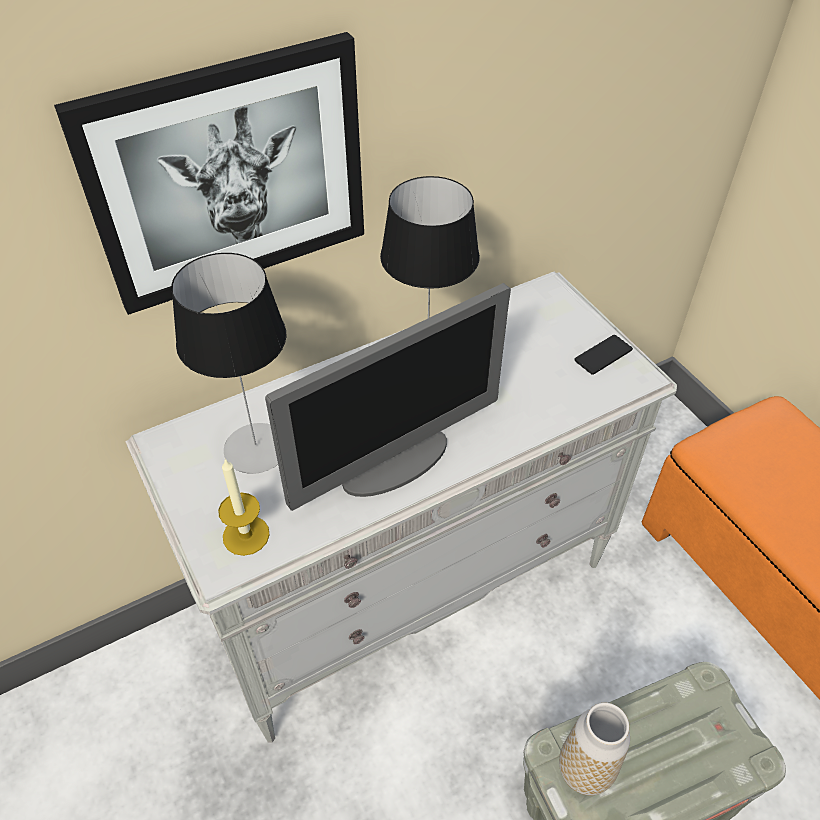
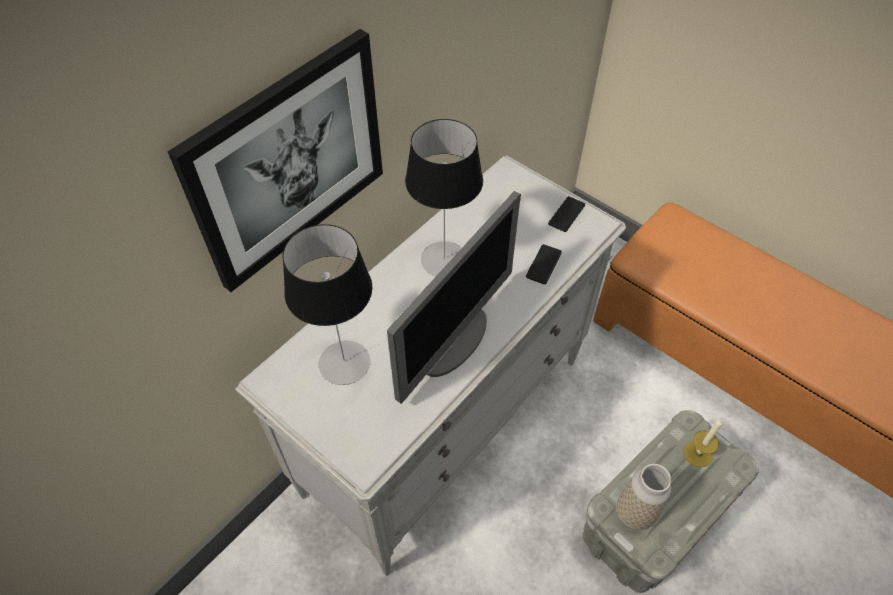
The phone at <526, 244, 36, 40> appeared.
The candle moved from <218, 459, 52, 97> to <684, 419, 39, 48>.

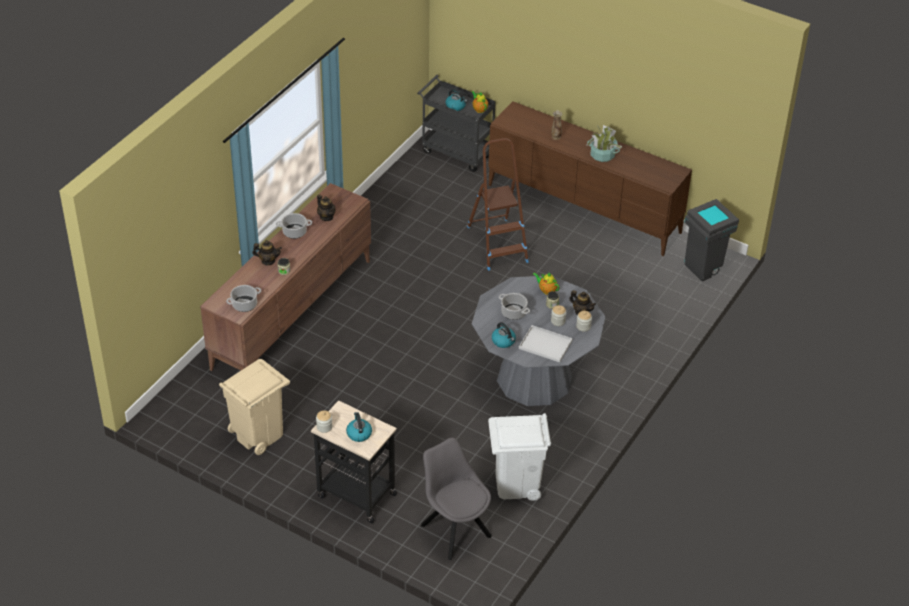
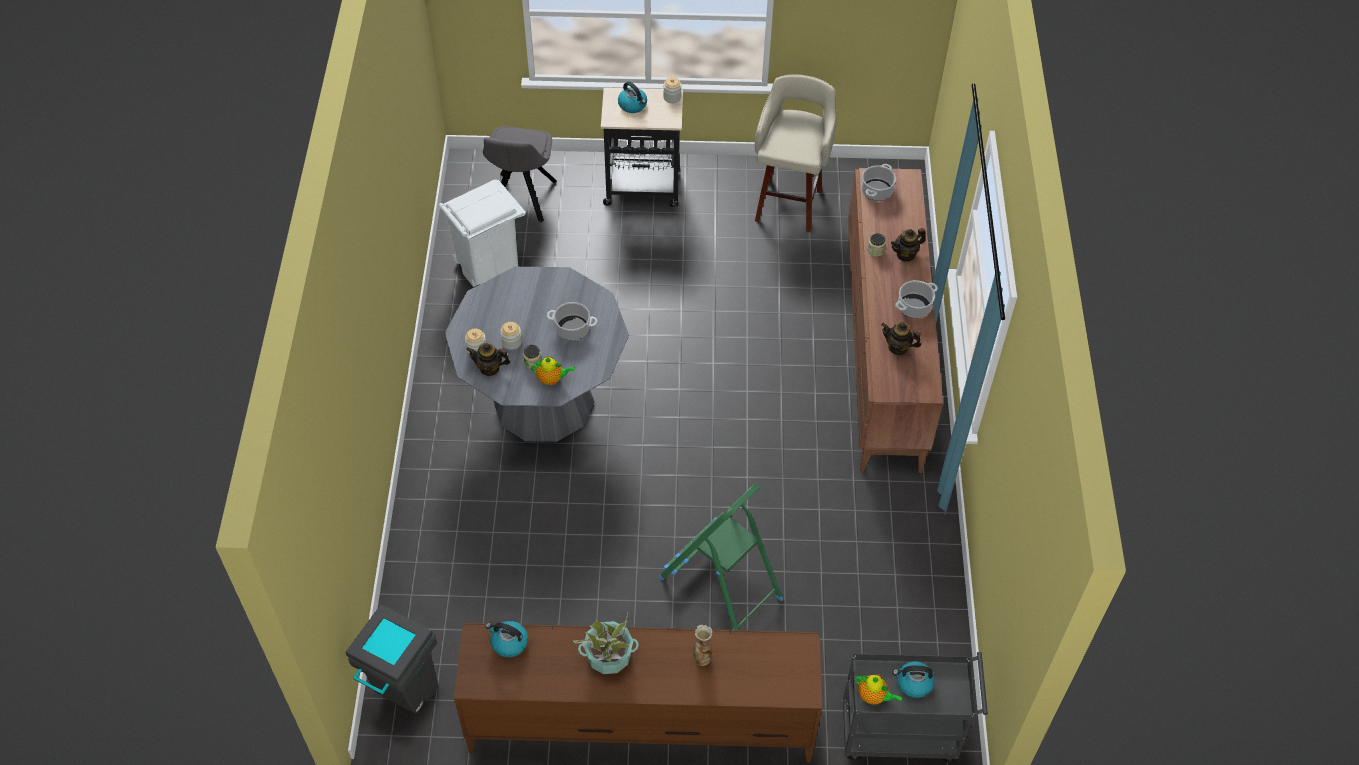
The chair (grey) at <421, 438, 71, 122> turned 75 degrees clockwise.
The kettle moved from <492, 322, 24, 26> to <486, 621, 42, 36>.
The step ladder (brown) at <467, 138, 62, 133> became the step ladder (green) at <659, 483, 124, 147>.
The trash can (beige) at <219, 359, 71, 96> was replaced by the stool (beige) at <755, 75, 82, 157>.
The tray (white) at <519, 325, 54, 37> disappeared.

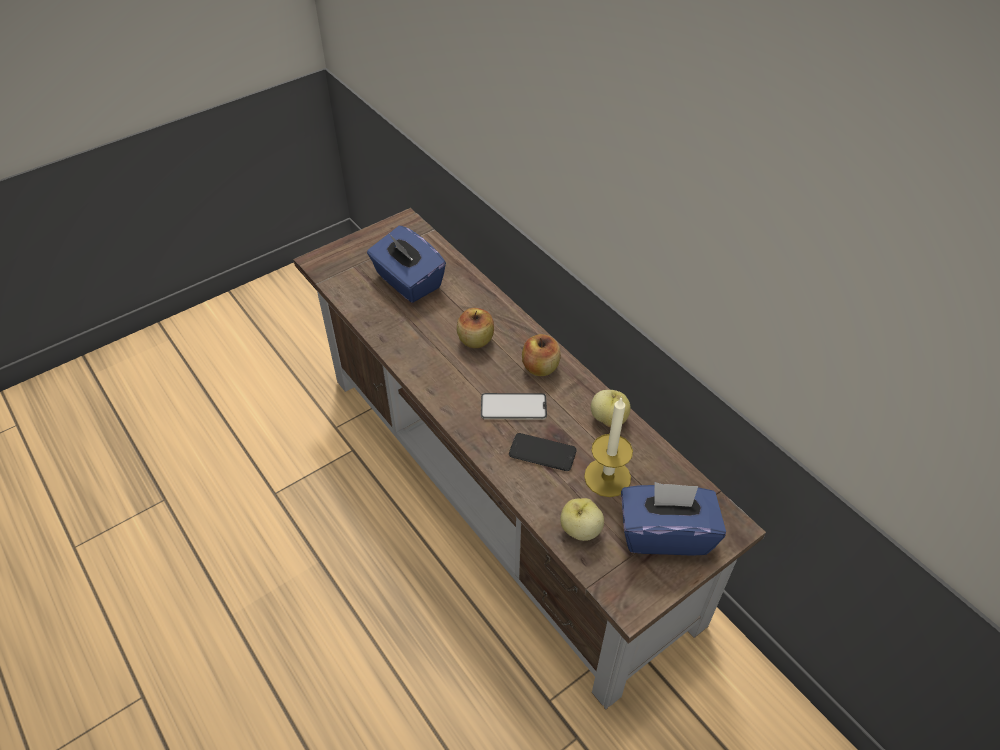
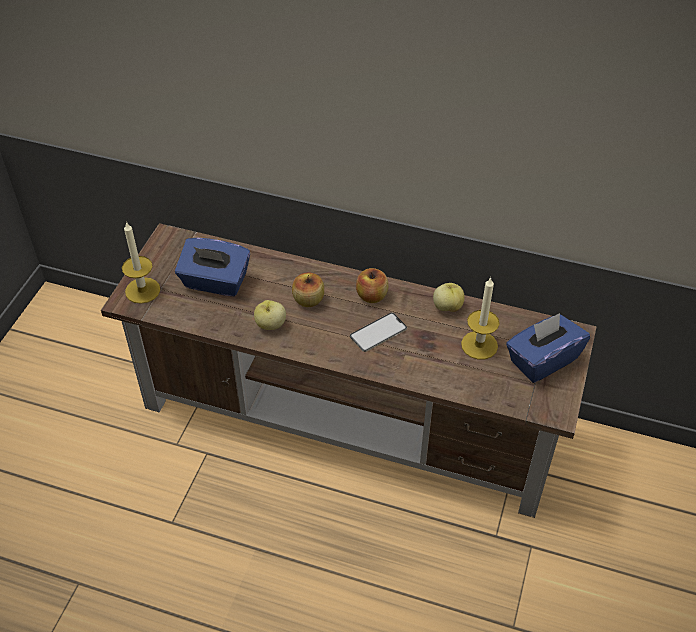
The candle at <122, 222, 38, 82> appeared.
The apple moved from <560, 498, 44, 43> to <254, 300, 32, 30>.
The phone at <509, 433, 68, 38> disappeared.

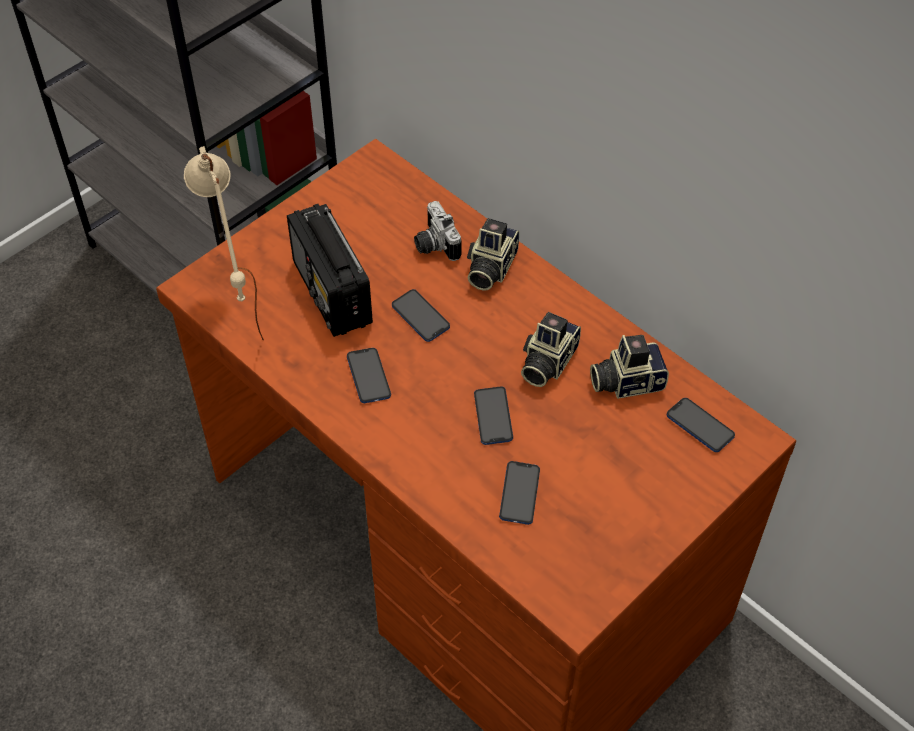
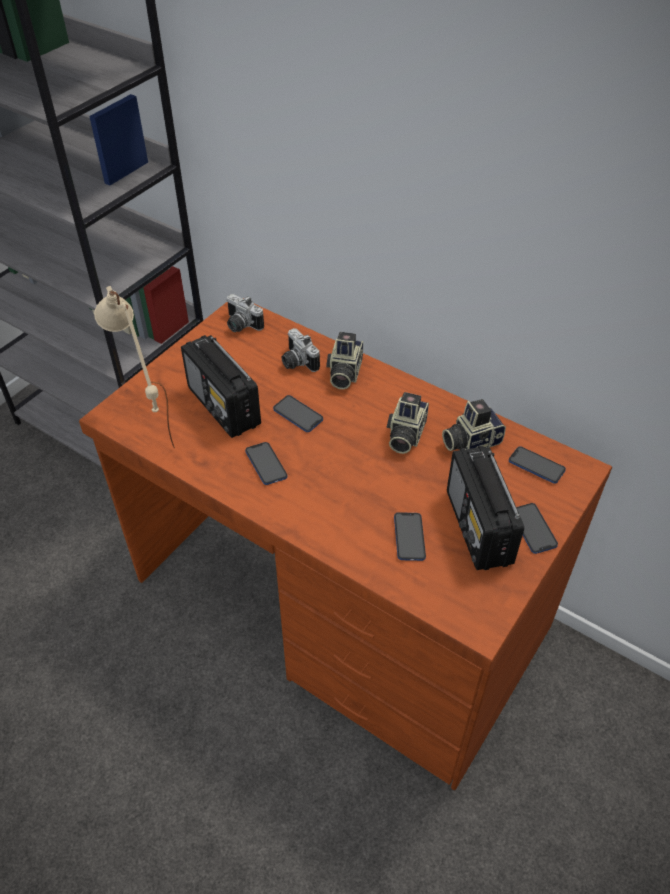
The photo camera at <226, 294, 38, 38> appeared.
The radio at <447, 446, 77, 124> appeared.
The phone moved from <474, 386, 39, 59> to <516, 503, 42, 51>.

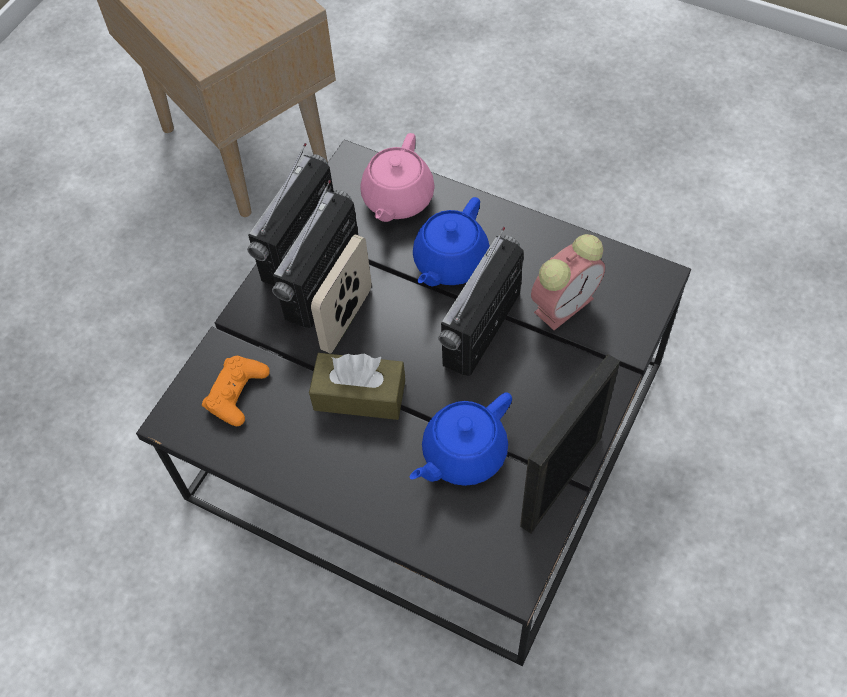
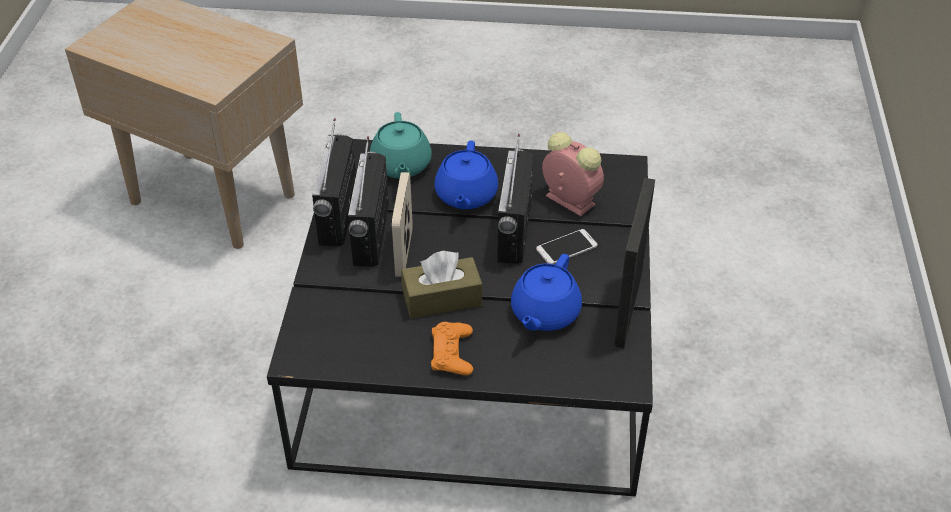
The teapot (pink) at <360, 133, 75, 89> became the teapot (turquoise) at <370, 112, 62, 66>.
The game controller (orange) moved from <202, 356, 68, 70> to <431, 322, 42, 53>.
The phone at <536, 229, 61, 35> appeared.
The alarm clock at <531, 234, 74, 96> turned 75 degrees counterclockwise.

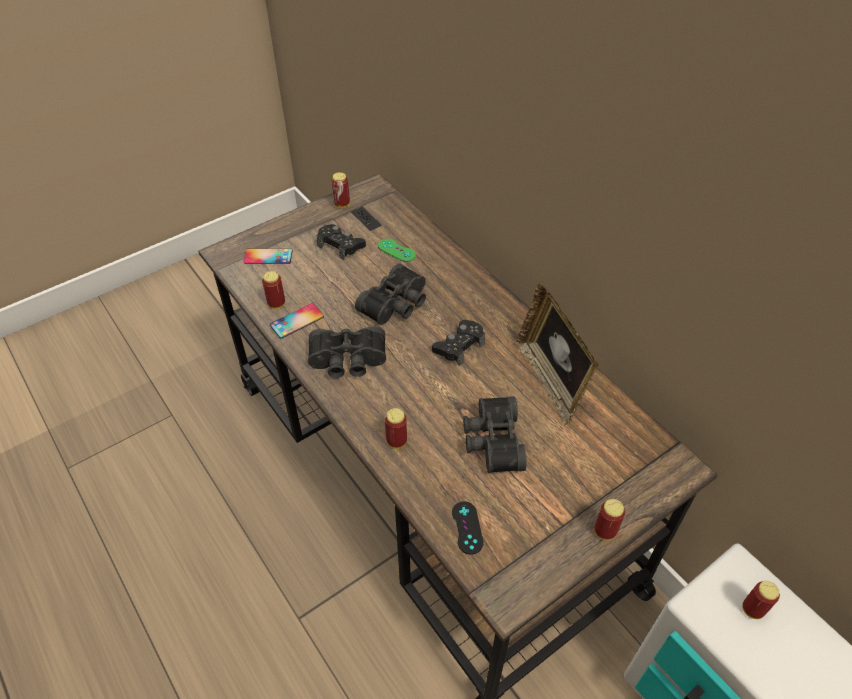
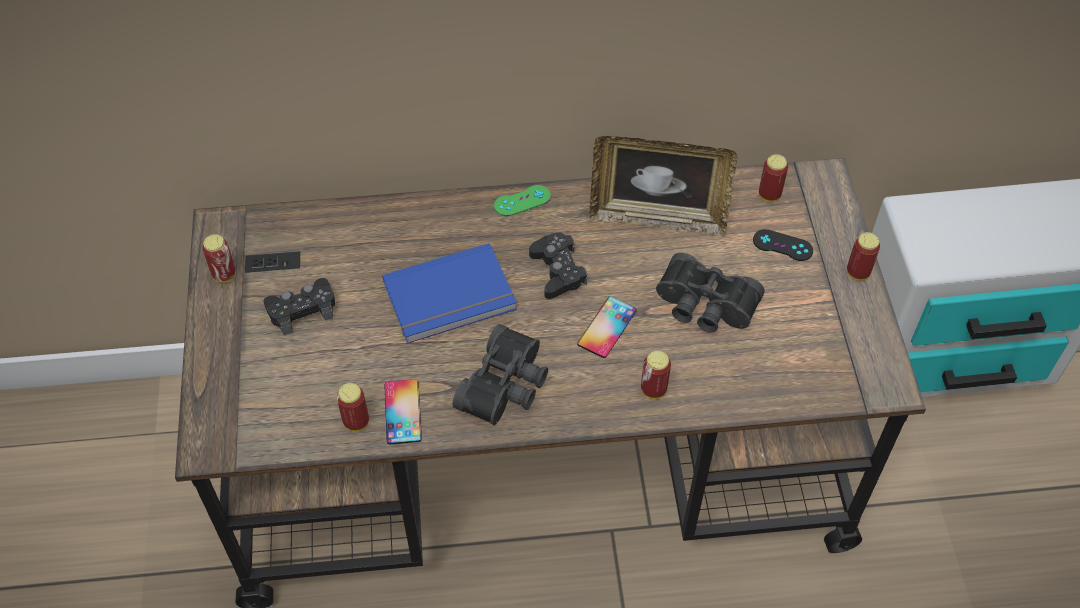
The binoculars (black) at <355, 263, 71, 62> was replaced by the book (blue) at <382, 243, 135, 101>.
The game controller (green) moved from <378, 239, 38, 23> to <494, 185, 57, 31>.
The phone moved from <244, 248, 49, 16> to <577, 296, 60, 62>.
The game controller (black) moved from <452, 501, 31, 54> to <753, 229, 60, 32>.
The can moved from <742, 581, 38, 38> to <759, 154, 29, 48>.

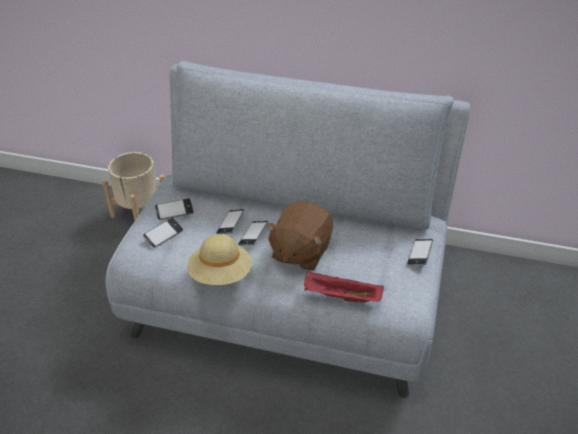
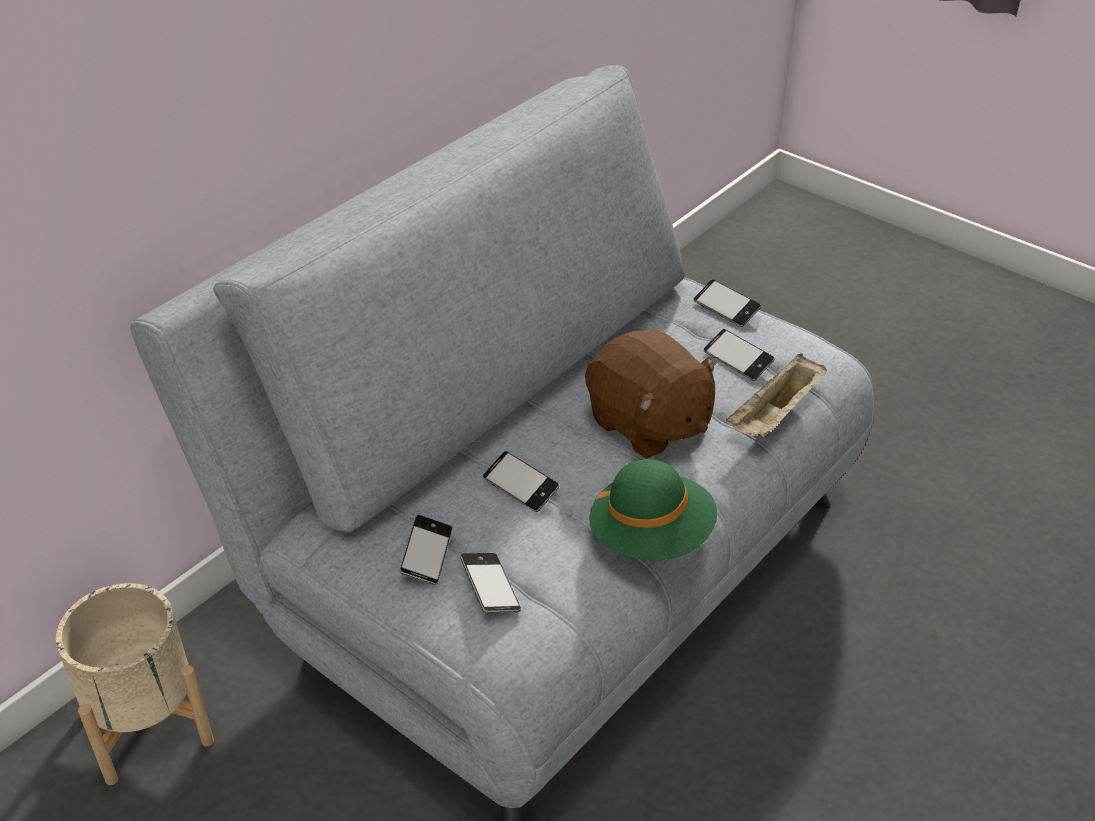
The hat (beige) at <187, 234, 65, 51> became the hat (green) at <589, 459, 128, 101>.
The phone moved from <238, 221, 30, 25> to <704, 329, 70, 52>.
The tray (red) at <304, 271, 80, 32> became the tray (beige) at <726, 353, 101, 85>.

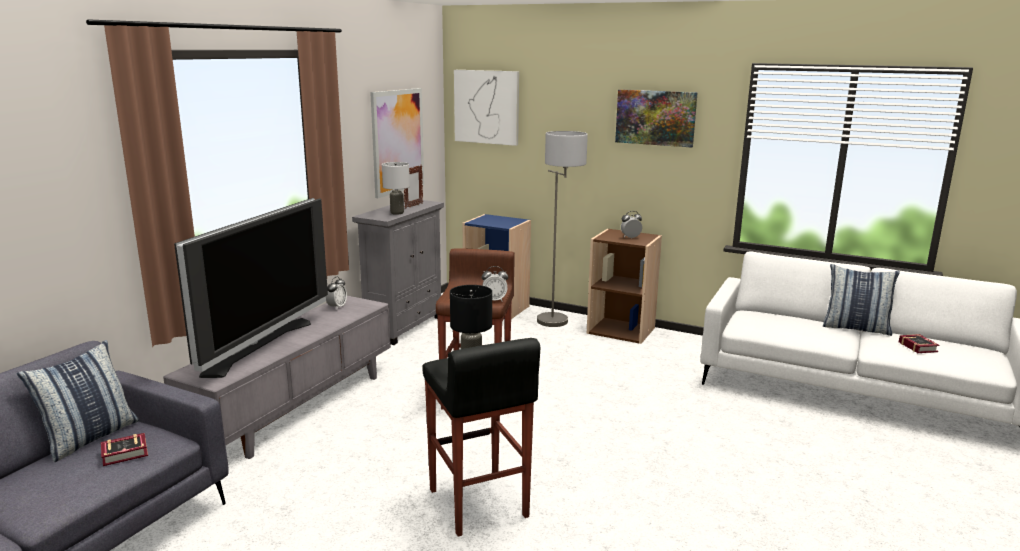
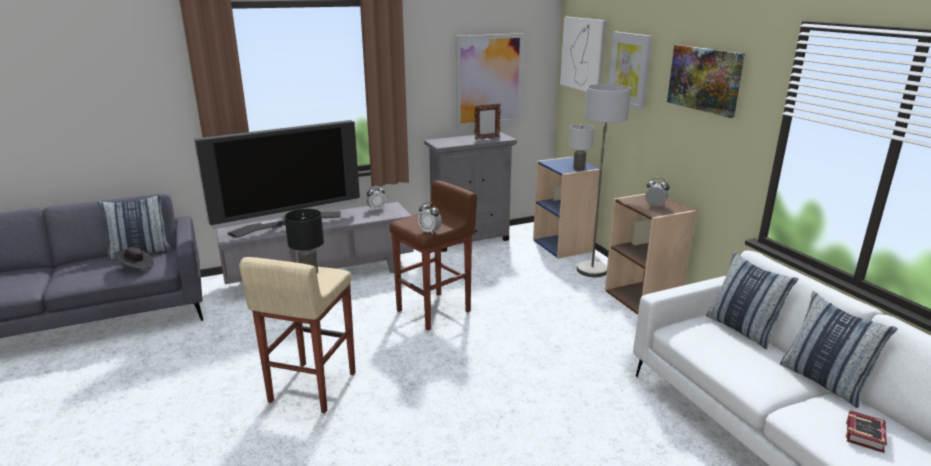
The book at <101, 433, 47, 33> was replaced by the hat (black) at <114, 247, 40, 22>.
The stool (black) at <422, 338, 118, 198> became the stool (beige) at <239, 257, 117, 156>.
The table lamp (white) moved from <382, 162, 28, 53> to <569, 124, 25, 47>.
The picture at <608, 31, 44, 79> appeared.
The pillow at <706, 251, 92, 98> appeared.

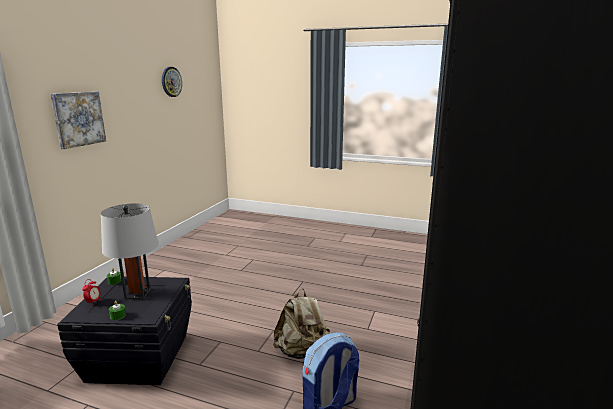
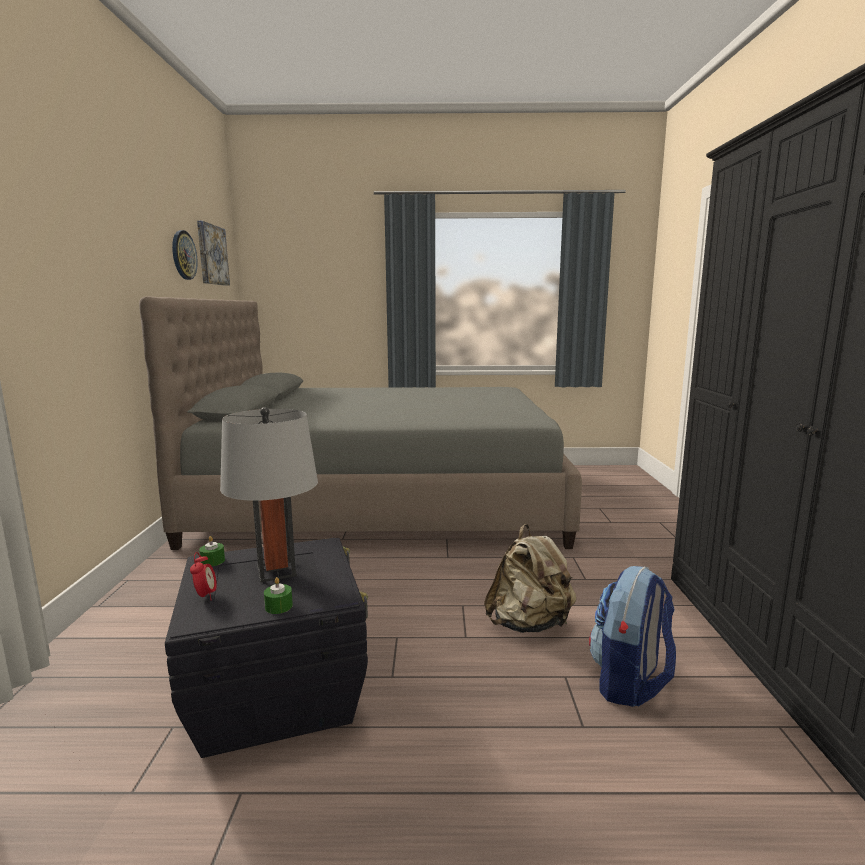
The bed (grey) at <139, 296, 443, 254> appeared.
The picture moved from <50, 92, 56, 57> to <197, 221, 33, 65>.

